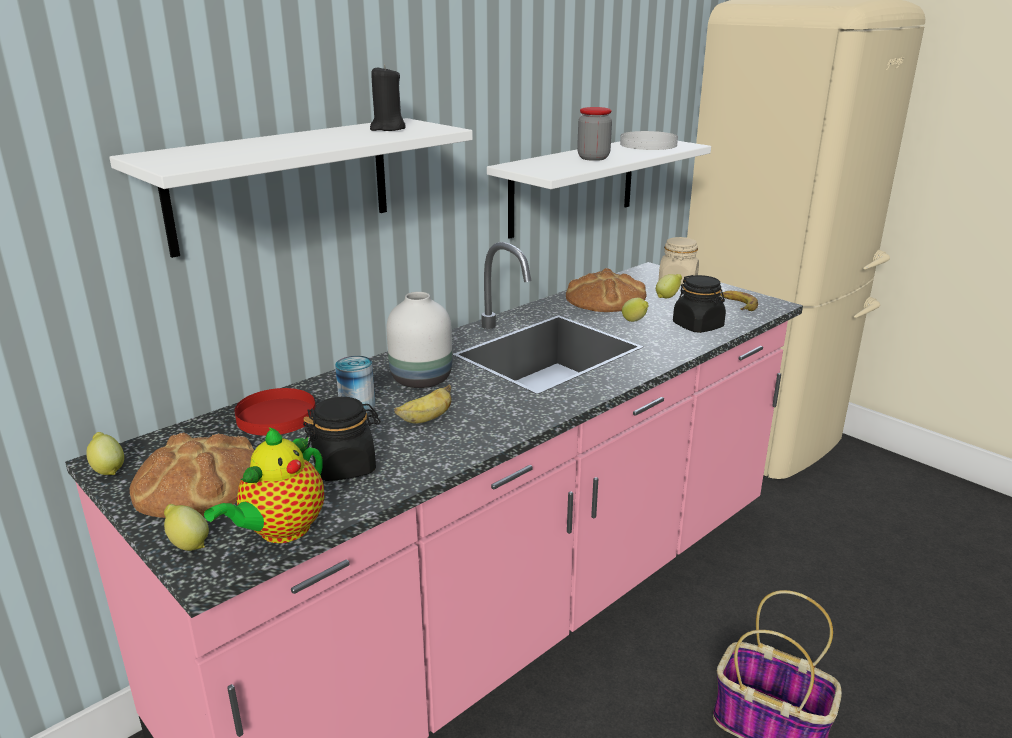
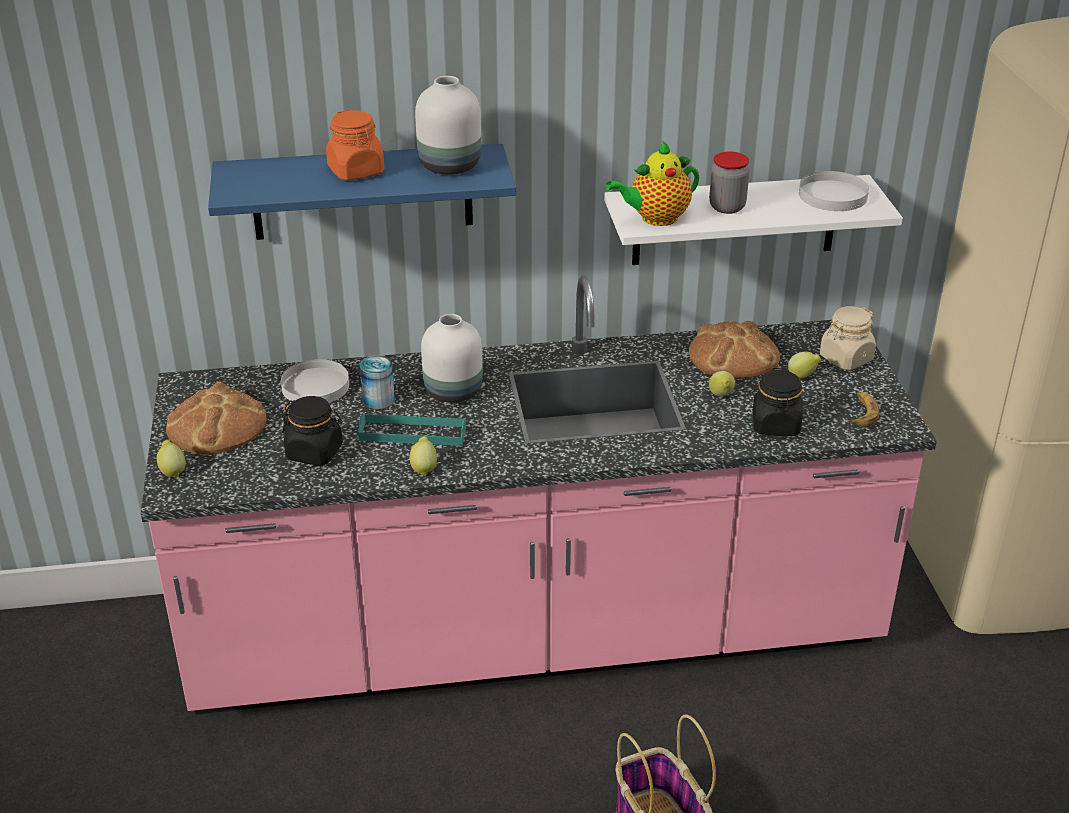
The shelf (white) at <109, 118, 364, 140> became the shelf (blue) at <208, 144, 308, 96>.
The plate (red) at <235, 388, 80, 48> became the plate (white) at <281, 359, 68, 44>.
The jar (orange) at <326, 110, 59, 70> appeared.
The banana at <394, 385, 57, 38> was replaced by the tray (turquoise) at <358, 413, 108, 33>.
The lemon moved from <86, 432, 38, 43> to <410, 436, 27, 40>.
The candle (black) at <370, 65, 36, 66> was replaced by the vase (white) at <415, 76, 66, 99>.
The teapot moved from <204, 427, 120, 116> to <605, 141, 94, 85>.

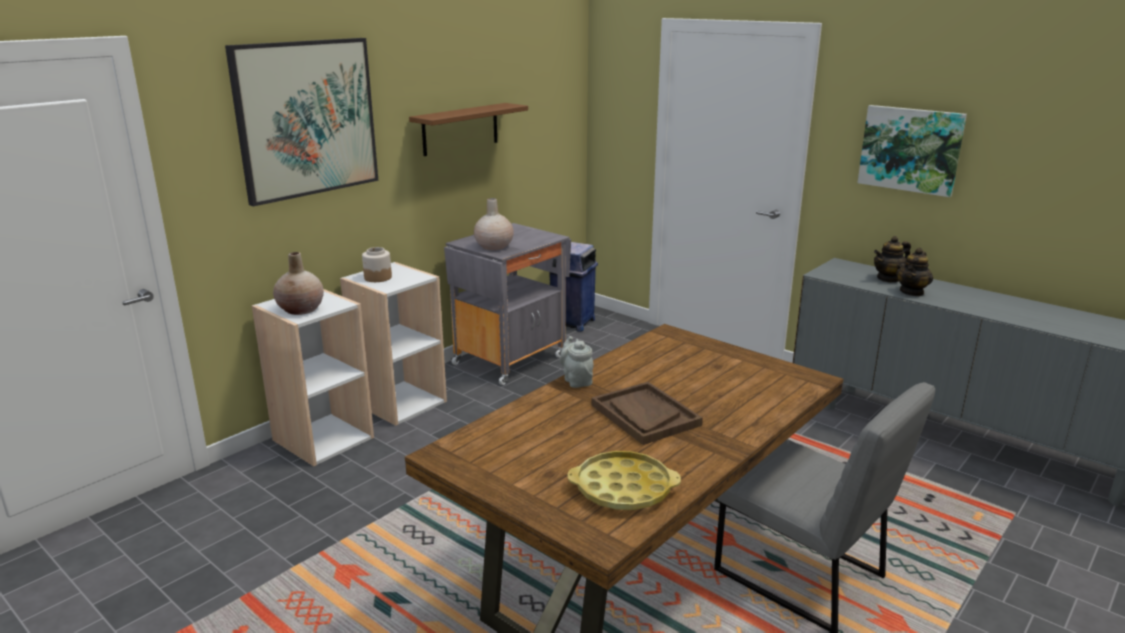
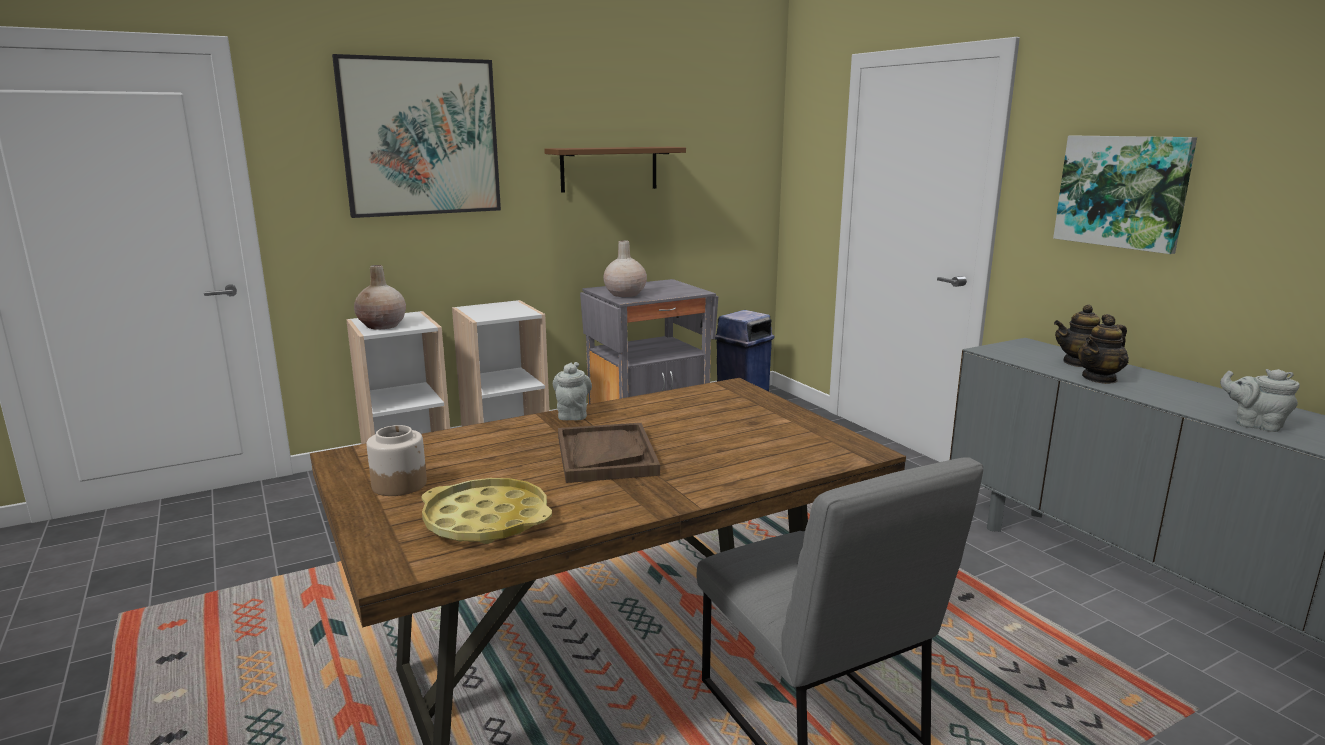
The jar moved from <362, 247, 30, 35> to <367, 425, 60, 71>.
The teapot (grey) at <1220, 369, 80, 63> appeared.

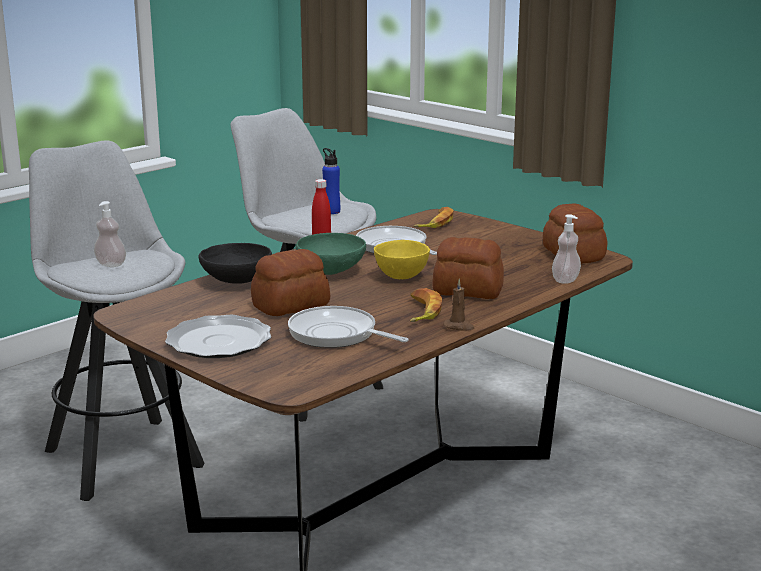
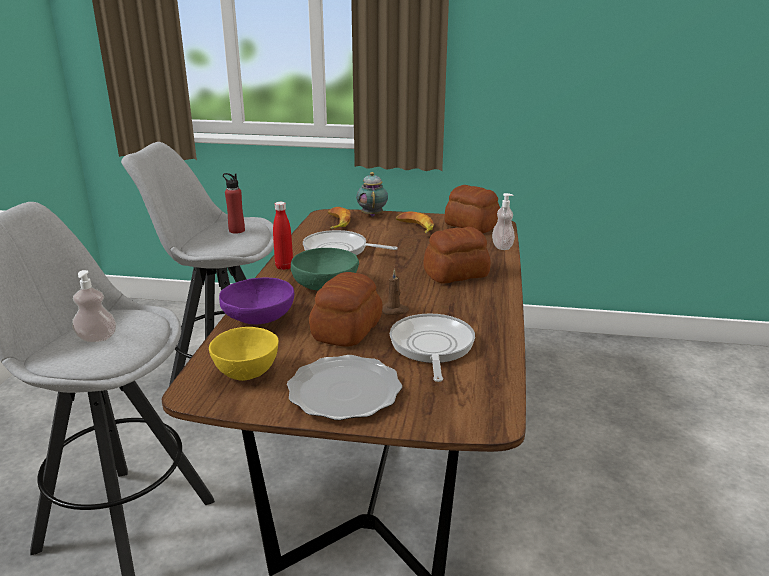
The bowl (yellow) moved from <374, 240, 56, 39> to <209, 327, 70, 54>.
The bowl (black) at <199, 243, 73, 41> became the bowl (purple) at <219, 278, 75, 46>.
The bottle (blue) at <322, 148, 18, 66> became the bottle (red) at <223, 173, 22, 61>.
The teapot at <356, 172, 32, 45> appeared.
The candle (brown) moved from <443, 278, 32, 53> to <382, 269, 27, 46>.
The frying pan at <288, 306, 121, 42> turned 90 degrees clockwise.
The banana moved from <410, 288, 32, 34> to <396, 211, 38, 23>.

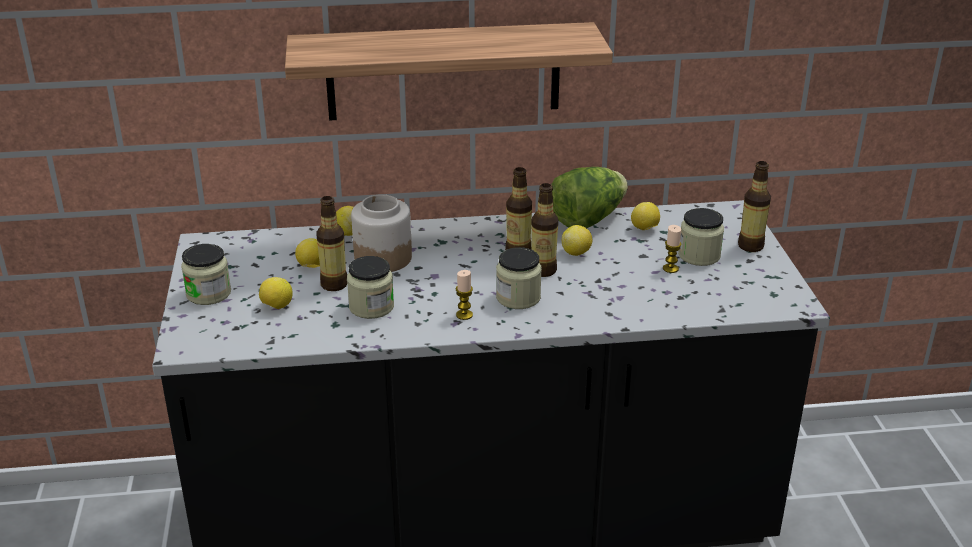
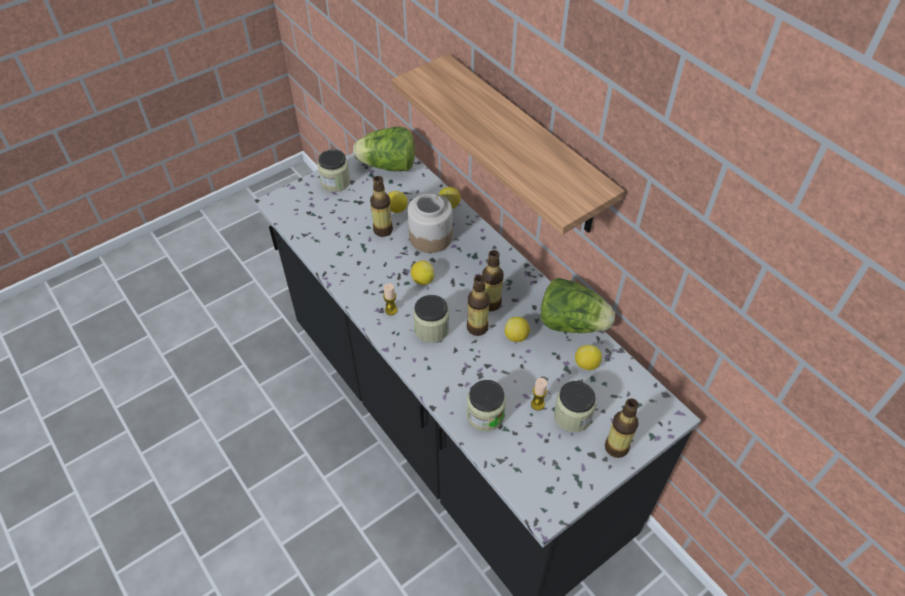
The lettuce at <353, 127, 62, 44> appeared.
The lemon moved from <259, 277, 34, 32> to <411, 260, 24, 25>.
The jar moved from <347, 256, 47, 63> to <467, 380, 39, 51>.

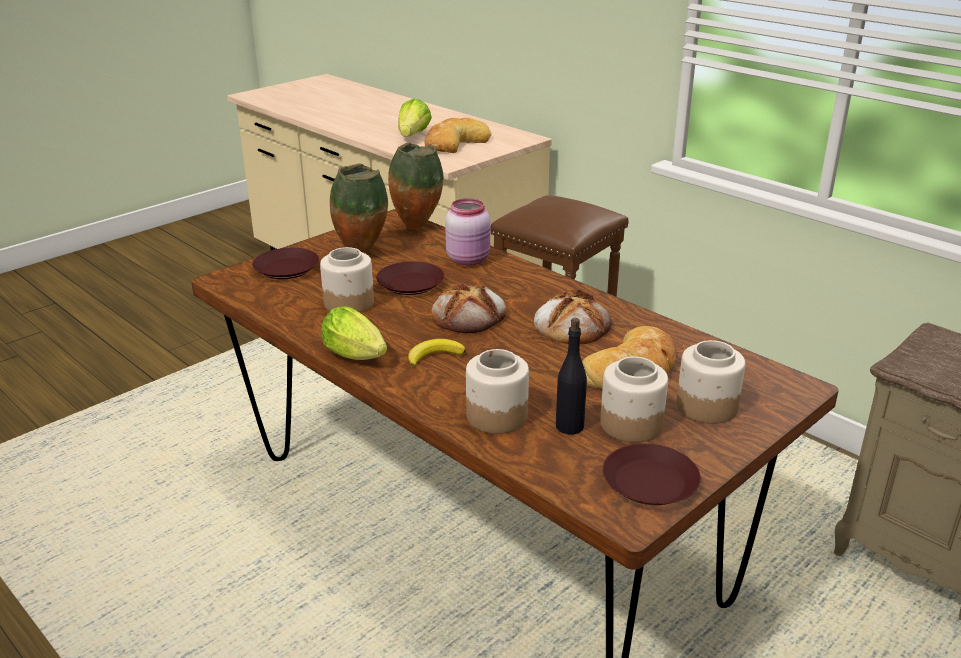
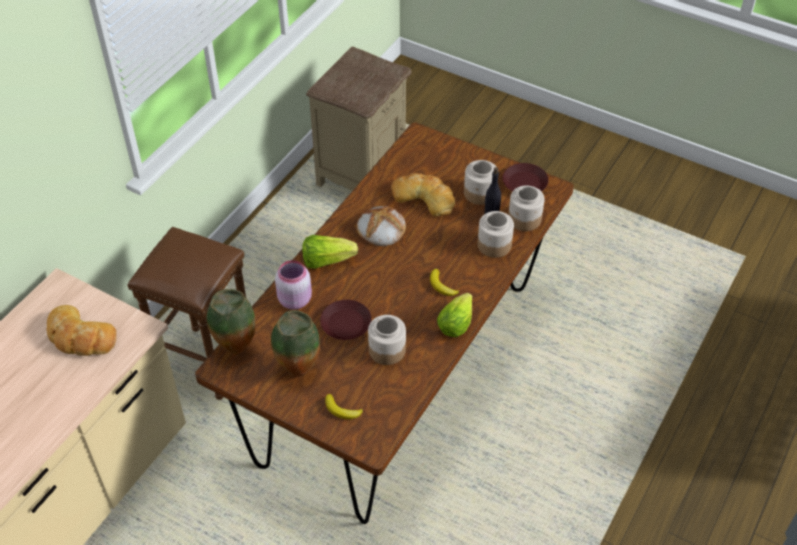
The lettuce moved from <398, 98, 34, 39> to <302, 235, 56, 34>.
The plate (brown) at <252, 248, 67, 31> was replaced by the banana at <325, 394, 38, 25>.
The jar moved from <677, 340, 68, 84> to <508, 186, 37, 45>.
The bread at <431, 284, 76, 49> disappeared.

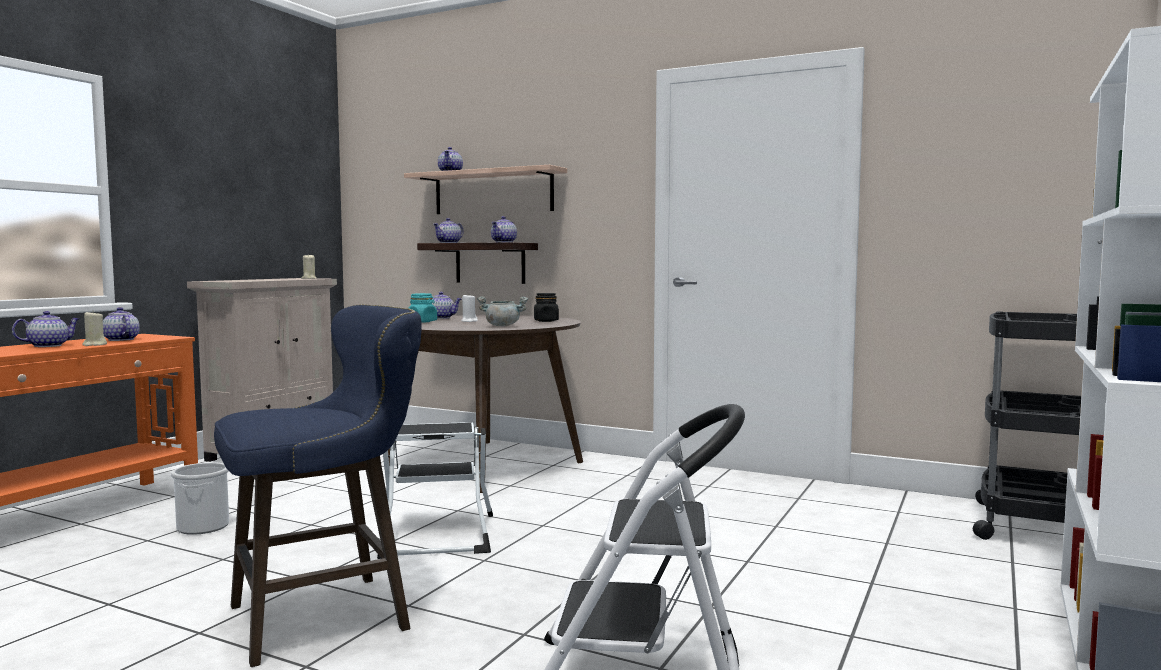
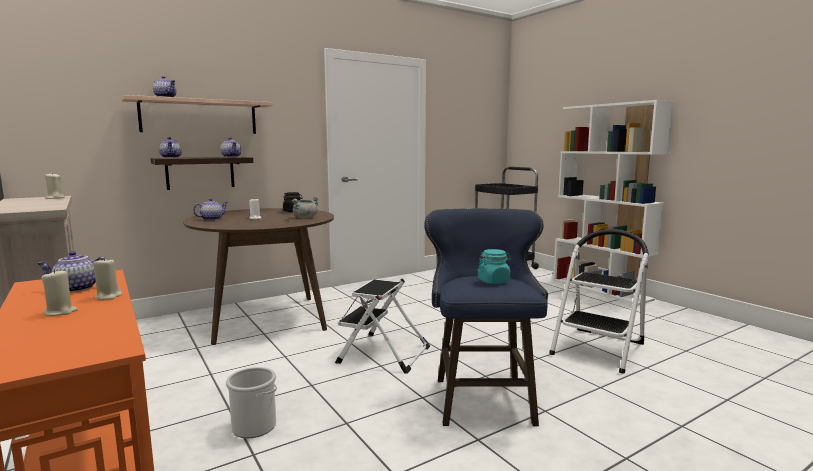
The teapot at <12, 311, 67, 36> was replaced by the candle (beige) at <41, 269, 37, 47>.
The jar (turquoise) moved from <409, 293, 28, 30> to <478, 249, 33, 35>.

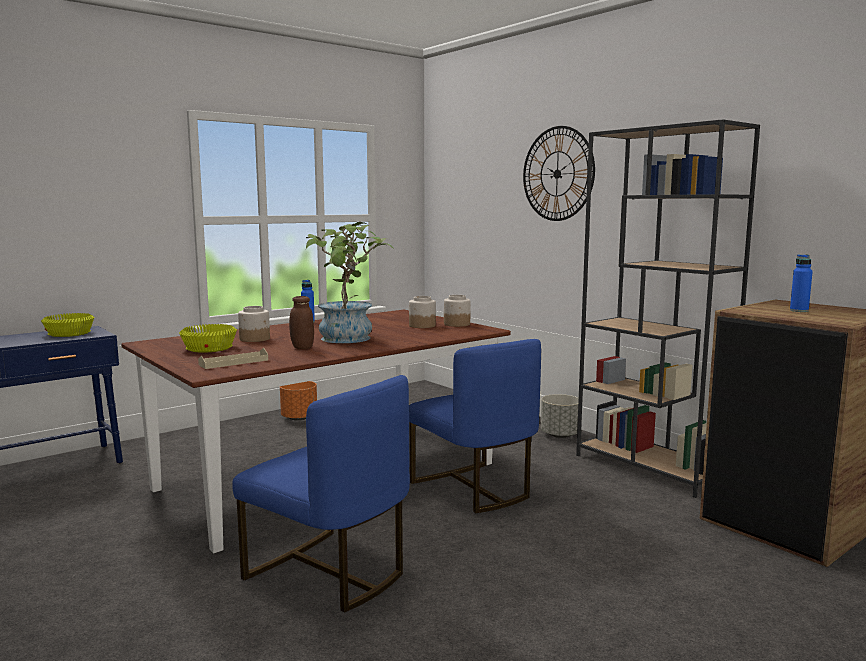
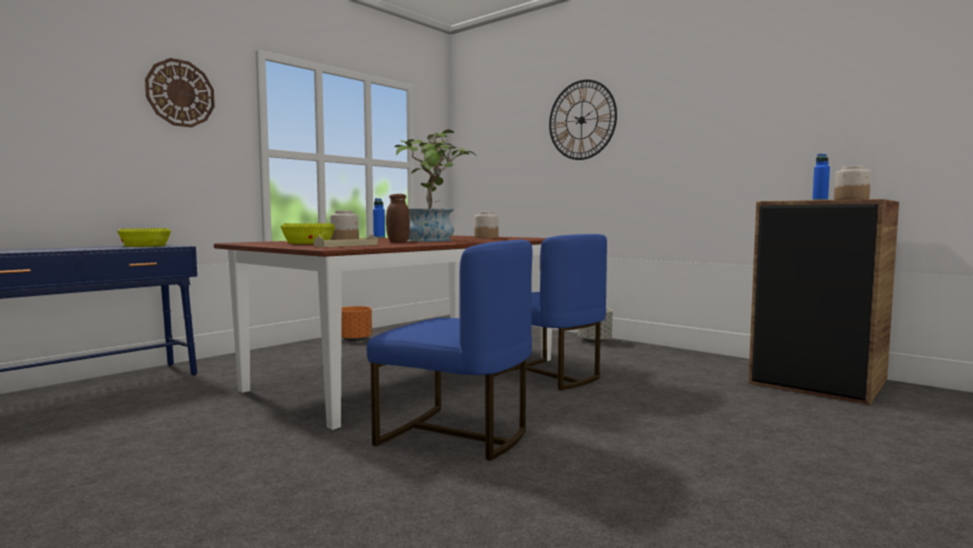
The wall clock at <145, 58, 70, 70> appeared.
The jar moved from <444, 295, 27, 32> to <834, 166, 37, 34>.
The bookcase at <576, 119, 184, 379> disappeared.

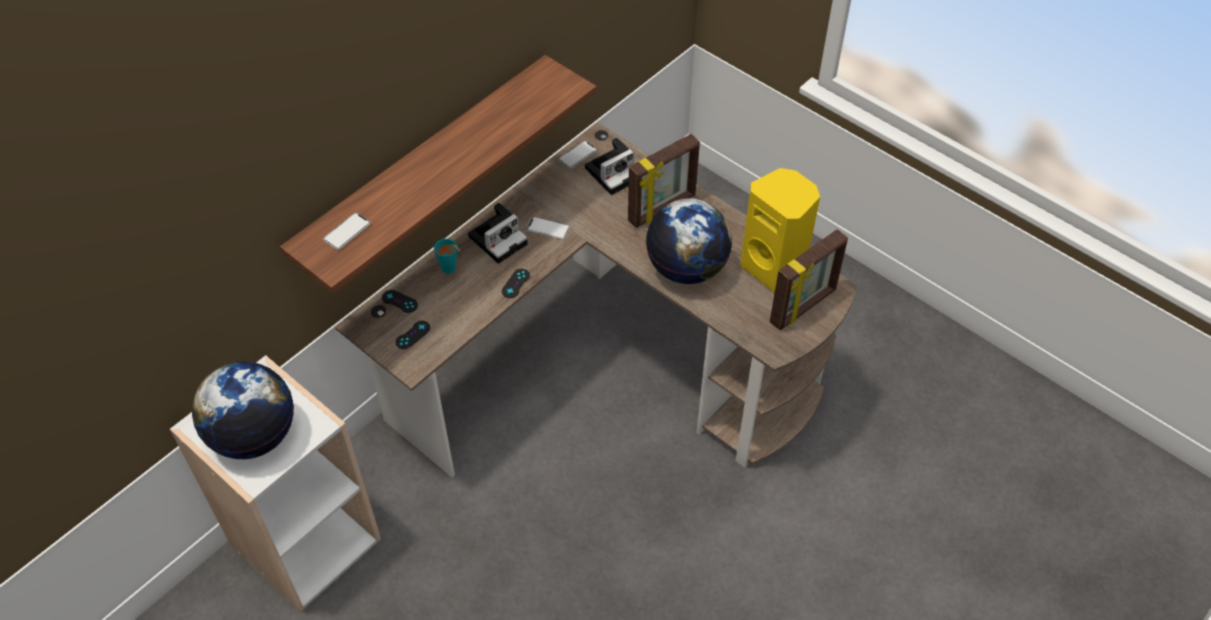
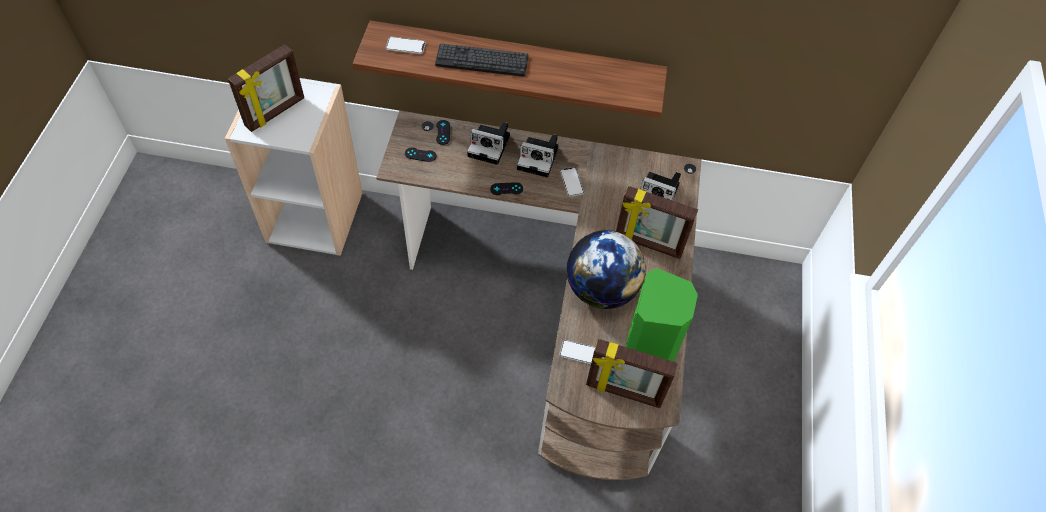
The globe at <192, 361, 102, 98> was replaced by the picture frame at <228, 44, 76, 88>.
The keyboard at <435, 43, 94, 34> appeared.
The cup (turquoise) at <434, 239, 26, 35> was replaced by the photo camera at <467, 122, 43, 43>.
The phone moved from <558, 141, 39, 28> to <559, 340, 36, 24>.
The speaker (yellow) at <741, 168, 79, 125> became the speaker (green) at <626, 268, 72, 94>.

